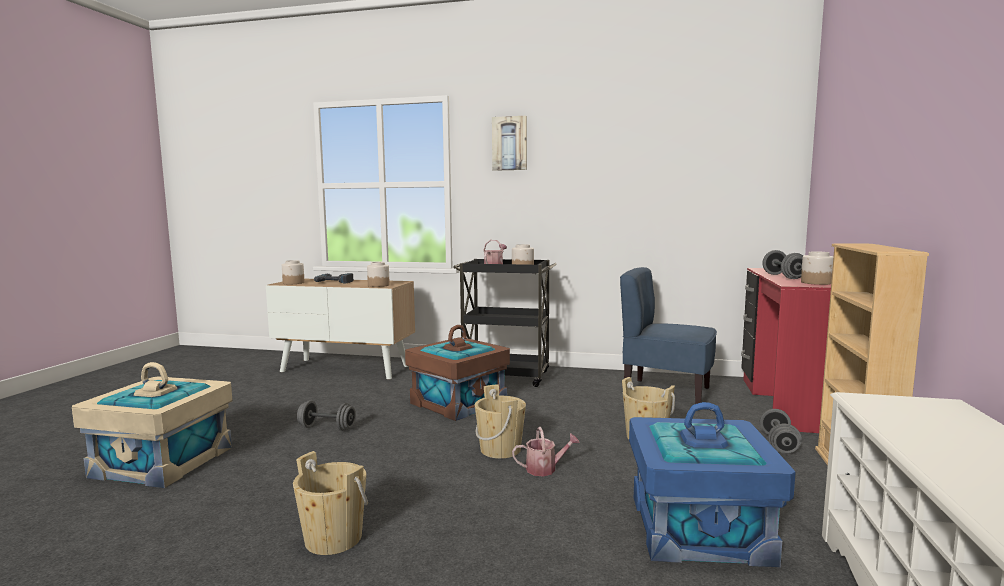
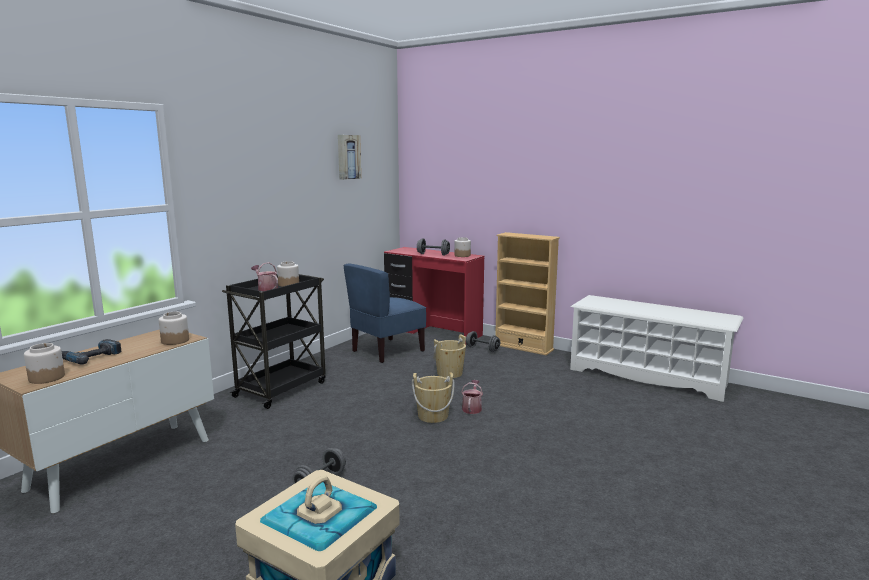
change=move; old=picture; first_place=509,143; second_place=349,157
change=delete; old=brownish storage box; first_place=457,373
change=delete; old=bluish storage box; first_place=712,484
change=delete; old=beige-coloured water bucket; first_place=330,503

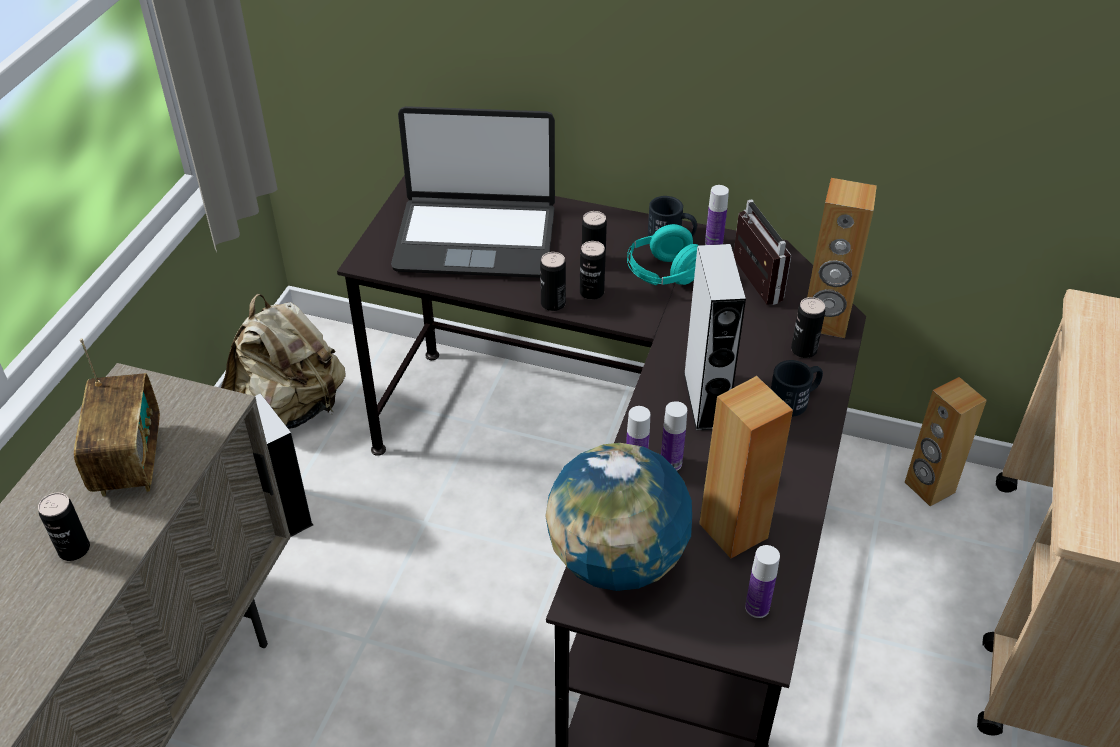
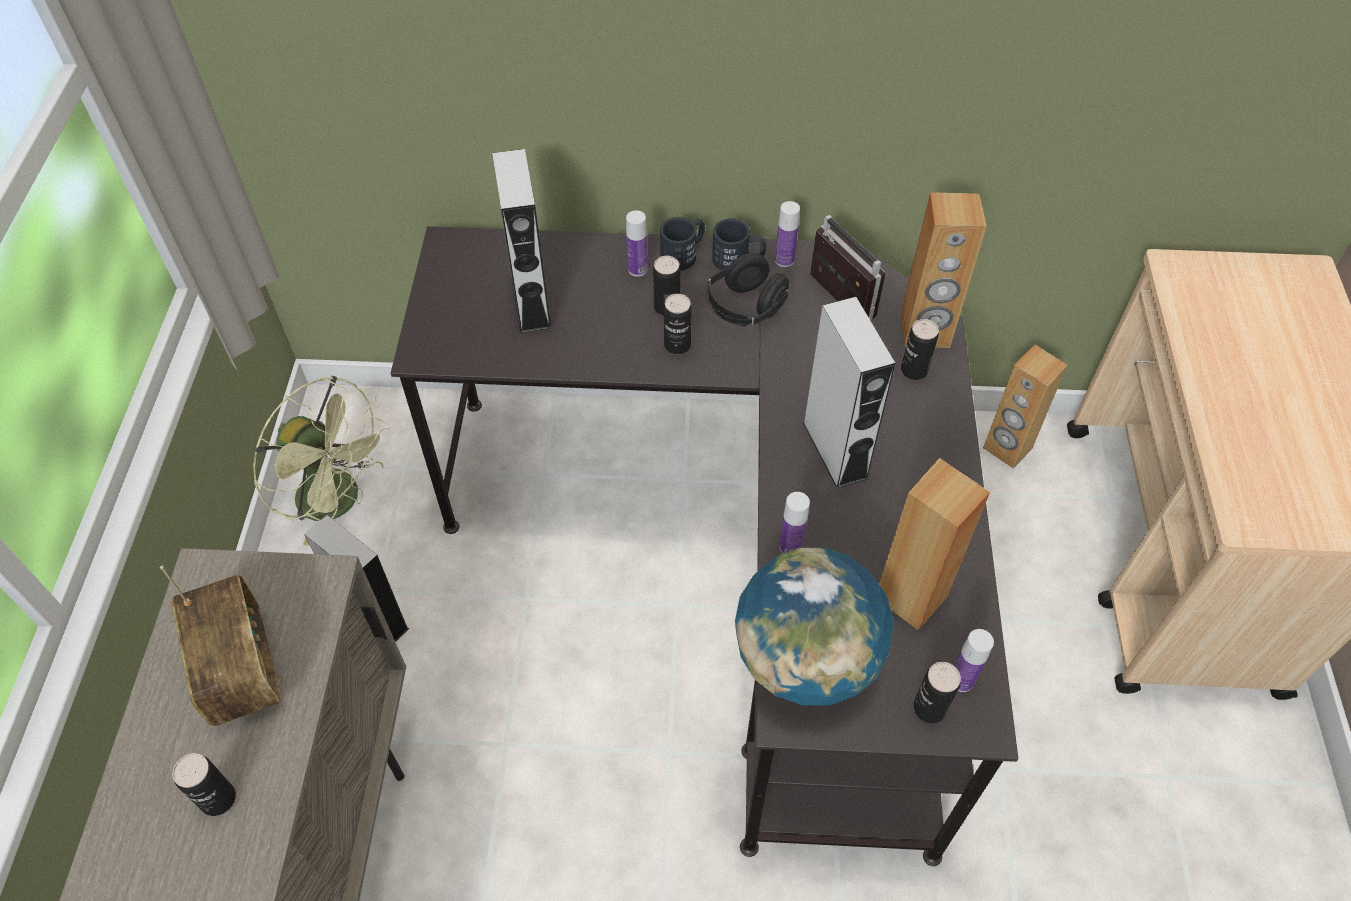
change=replace; old=laptop; new=grey audio speaker; first_place=473,192; second_place=522,241
change=recolor; old=turquoise-coloured headphones; new=black headphones; first_place=662,254; second_place=747,289
change=move; old=can; first_place=553,281; second_place=937,693
change=replace; old=beige-coloured backpack; new=green-coloured electric fan; first_place=283,361; second_place=321,461
change=move; old=black coffee mug; first_place=797,388; second_place=682,244
change=move; old=bottle; first_place=674,436; second_place=636,243

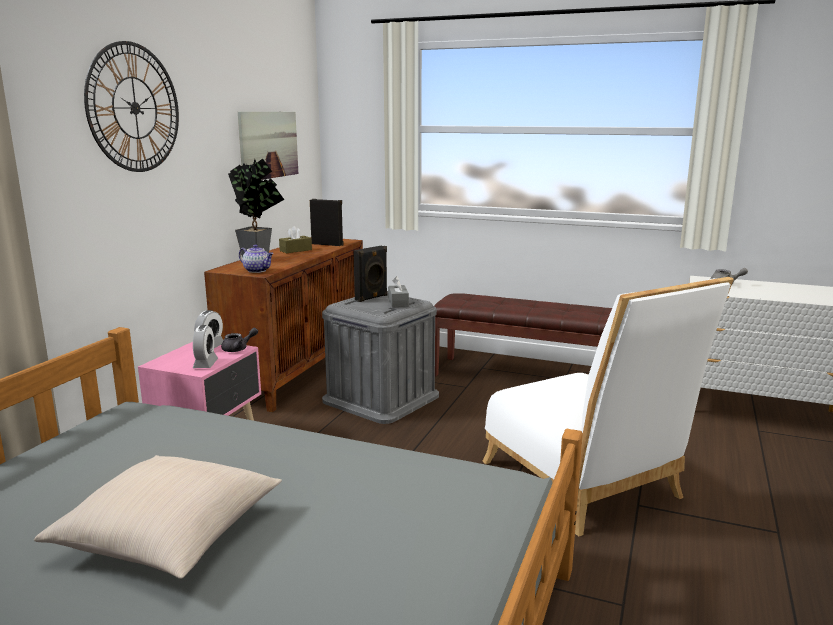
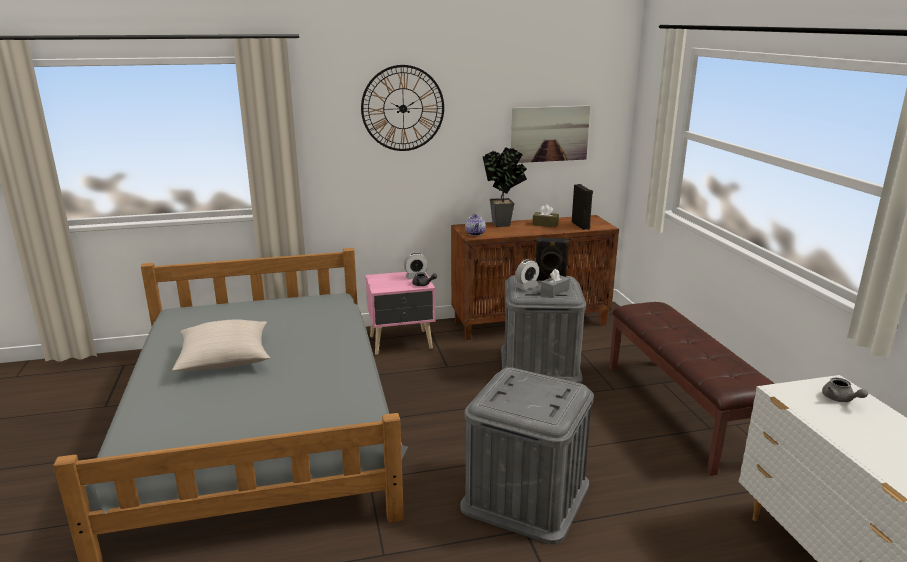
change=replace; old=white-coloured plain chair; new=grey storage box; first_place=608,406; second_place=527,455
change=move; old=table clock; first_place=205,346; second_place=527,274

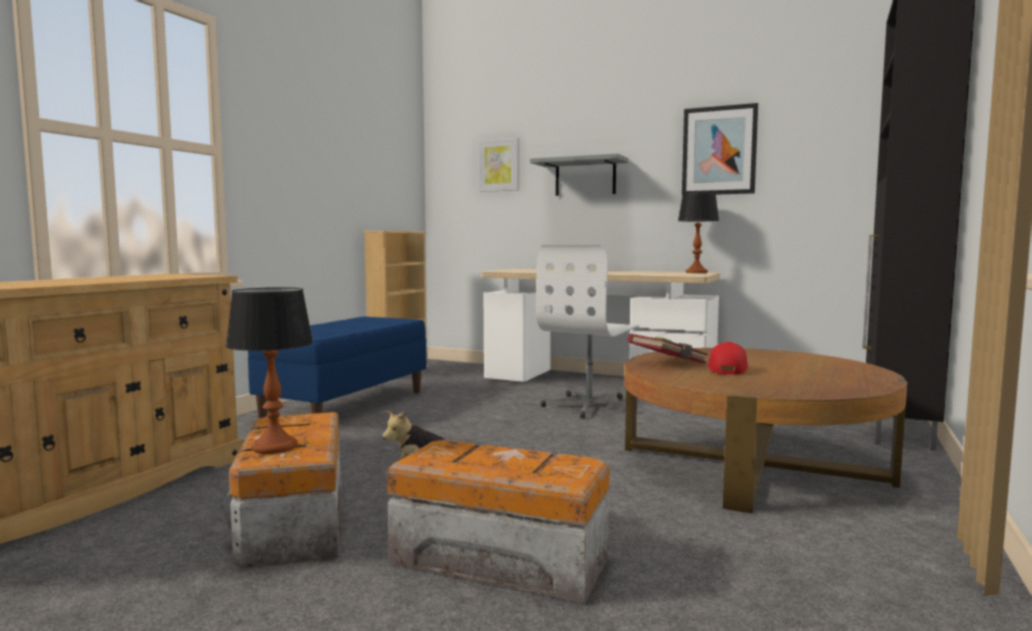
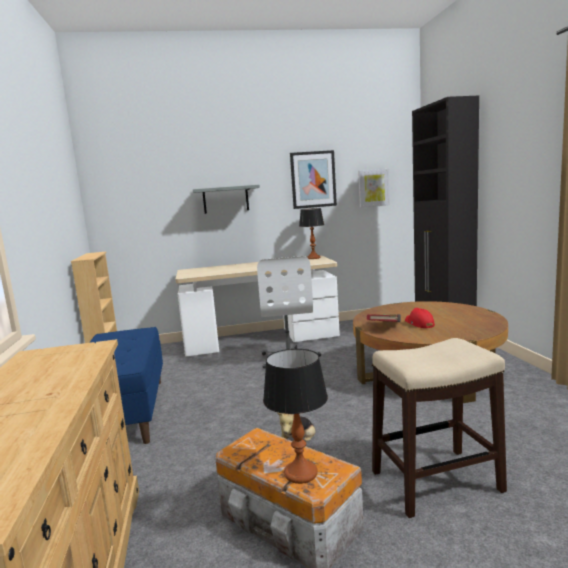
change=move; old=picture; first_place=498,165; second_place=374,188
change=replace; old=storage box; new=stool seat; first_place=498,522; second_place=439,428

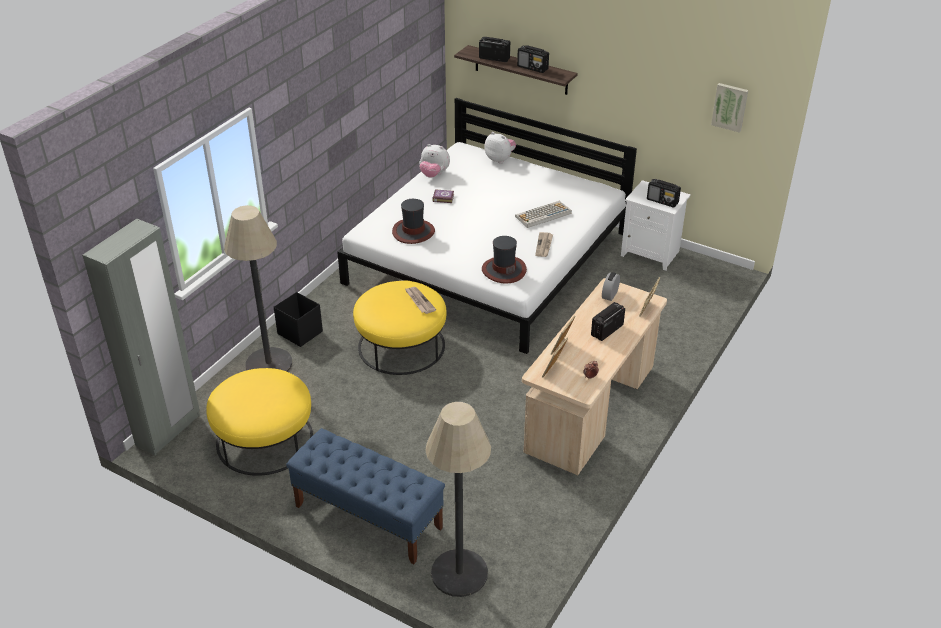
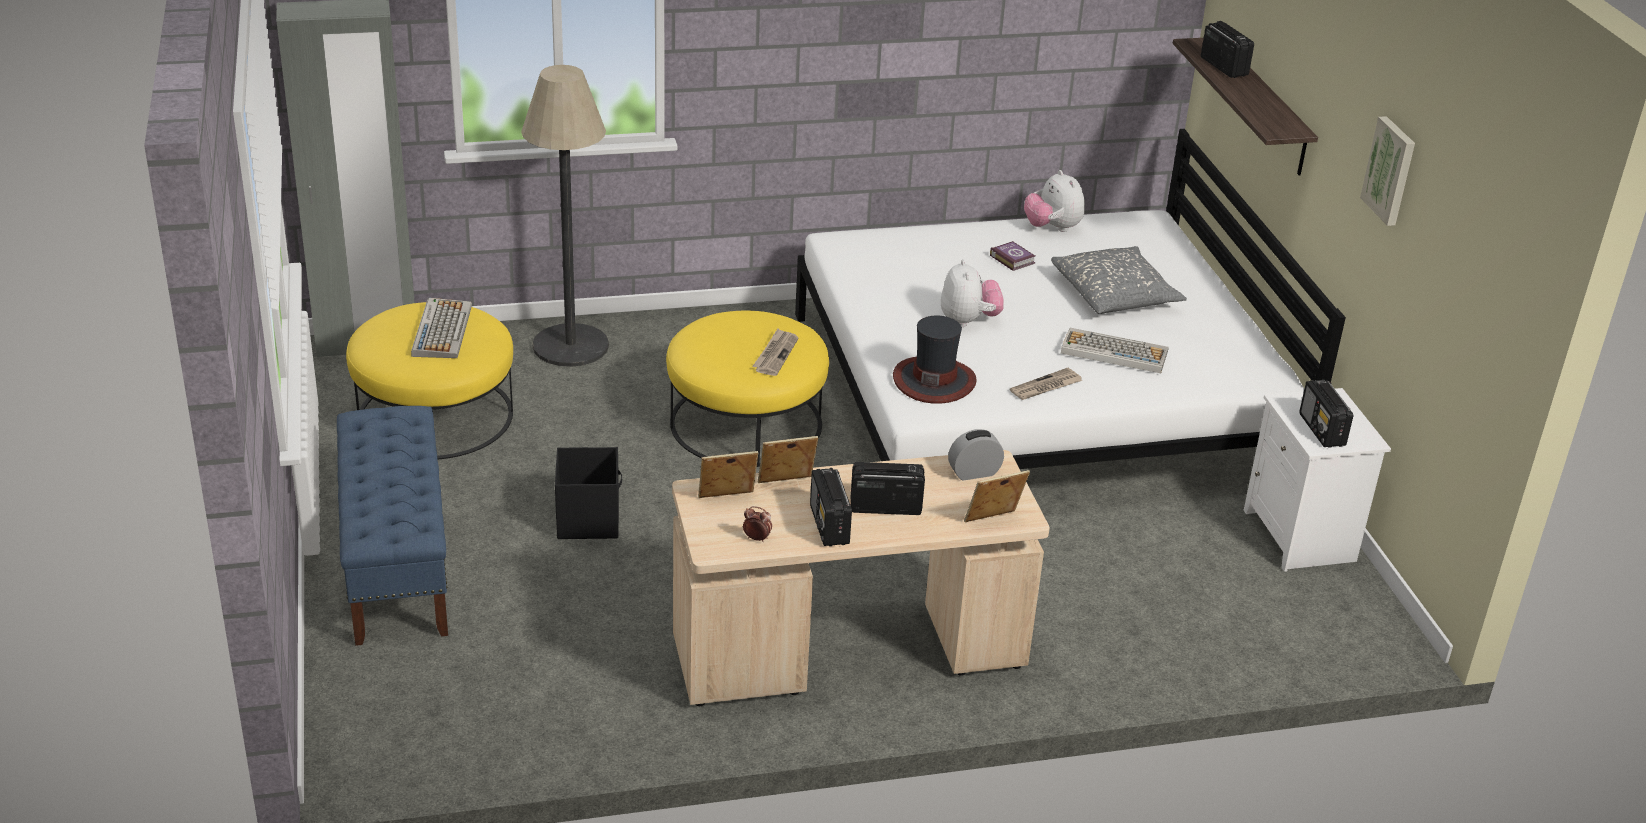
change=move; old=radio set; first_place=533,59; second_place=831,507
change=move; old=picture; first_place=729,108; second_place=1387,171
change=move; old=plush toy; first_place=500,148; second_place=972,293
change=delete; old=wearable hat; first_place=413,221
change=move; old=black storage box; first_place=298,319; second_place=588,493
change=delete; old=standing lamp; first_place=458,499
change=insert; new=grey cushion; second_place=1119,280
change=insert; new=keyboard; second_place=441,328

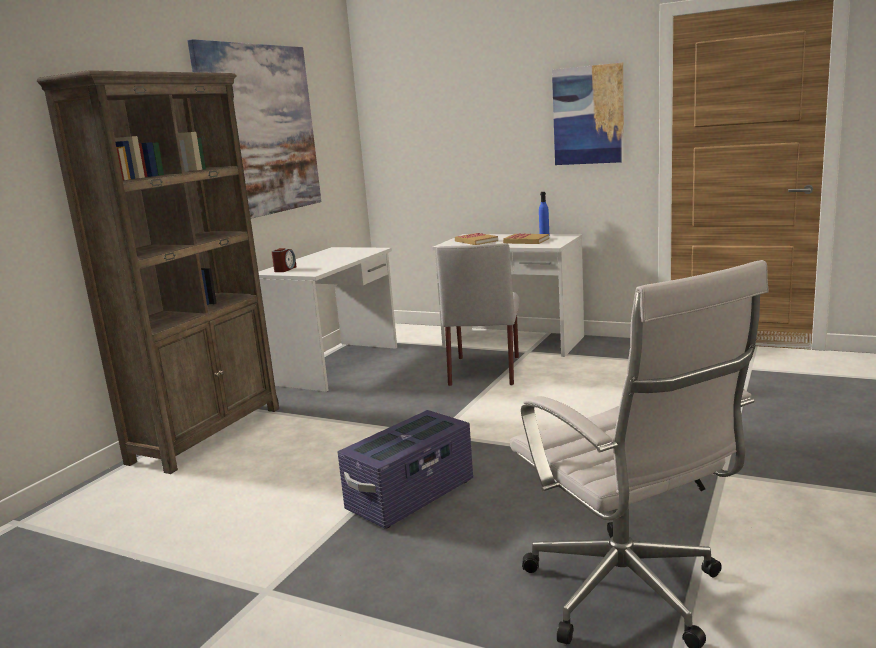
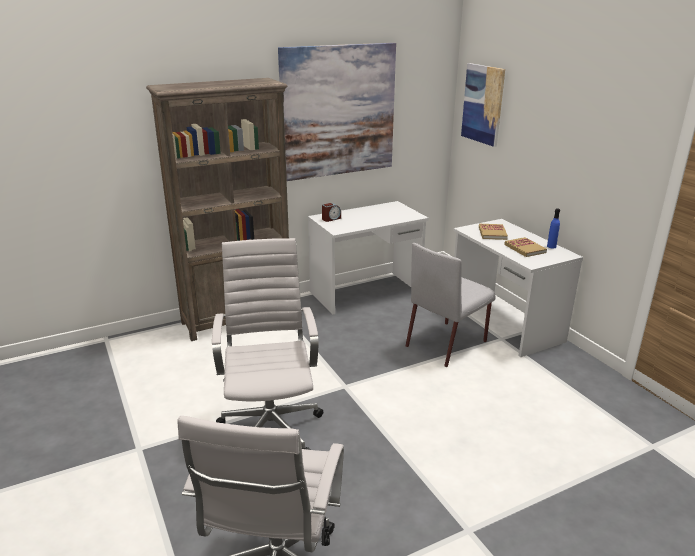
change=move; old=picture; first_place=588,114; second_place=483,105
change=replace; old=purple-coloured storage box; new=white-coloured desk chair; first_place=405,469; second_place=267,344

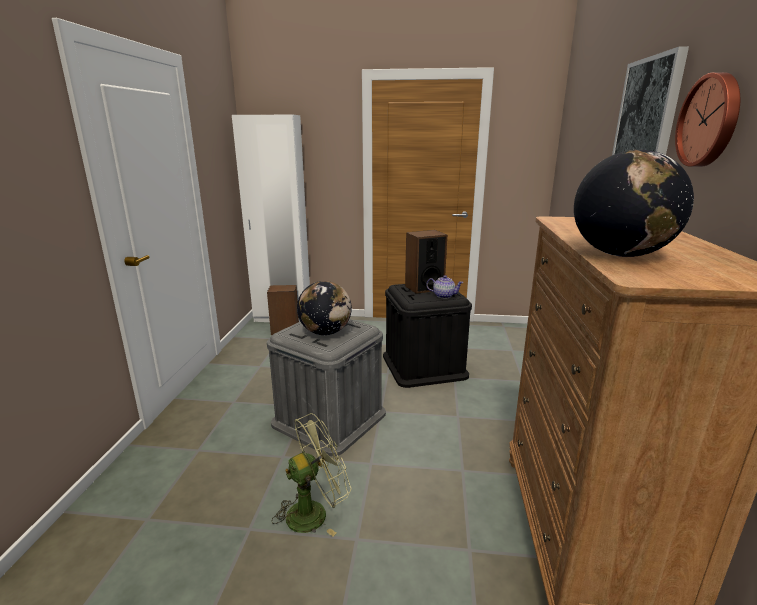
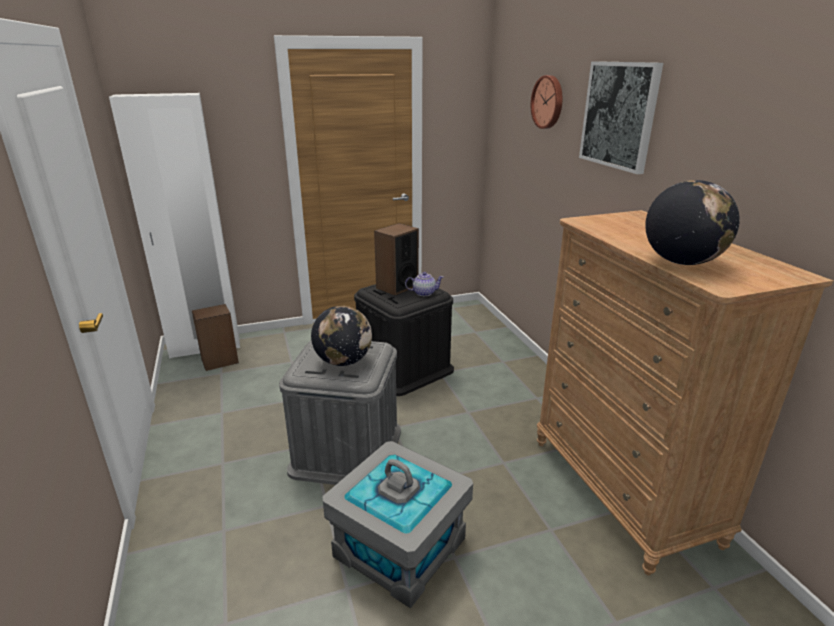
change=move; old=hanging clock; first_place=707,119; second_place=546,102
change=replace; old=green-coloured electric fan; new=grey storage box; first_place=312,474; second_place=398,525

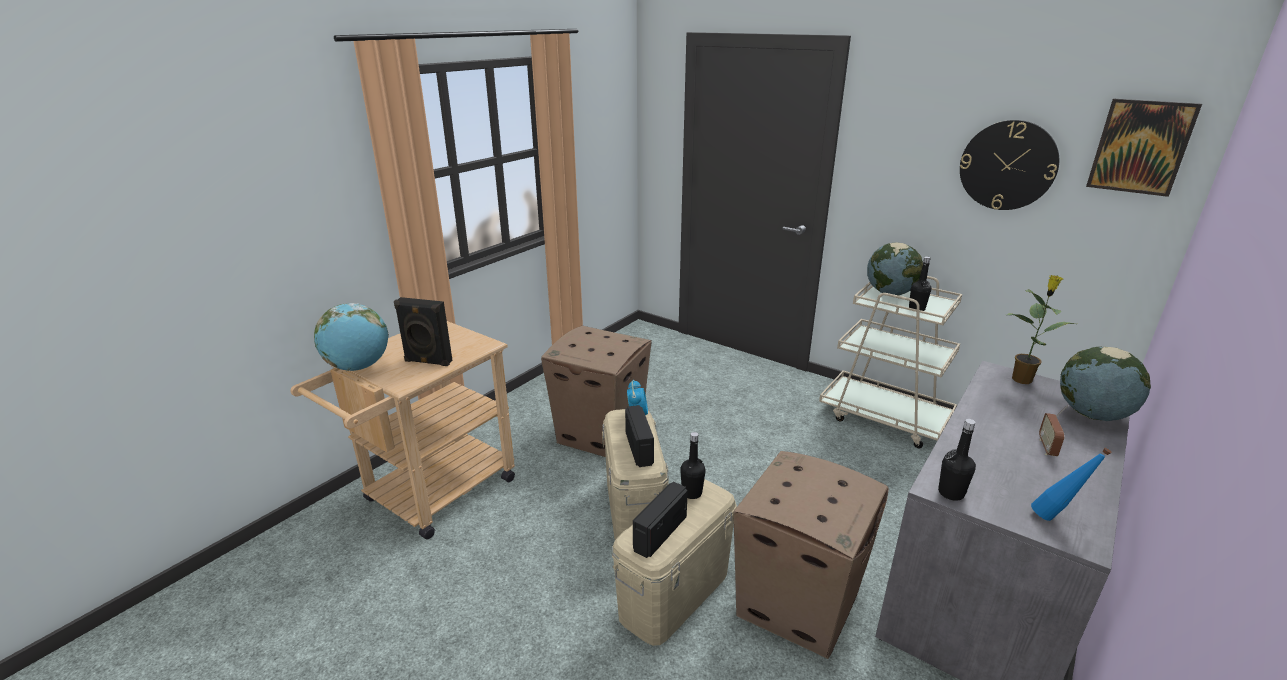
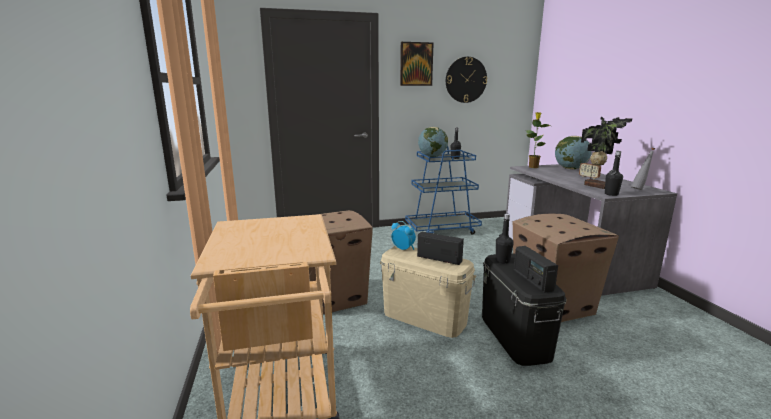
change=move; old=picture; first_place=1144,148; second_place=417,64
change=recolor; old=beige-coloured wheeled cart; new=bluish wheeled cart; first_place=890,362; second_place=443,190
change=delete; old=black audio speaker; first_place=423,331
change=delete; old=desk globe; first_place=351,337
change=recolor; old=bluish bottle; new=grey bottle; first_place=1071,484; second_place=643,169
change=recolor; old=beige-coloured storage box; new=black storage box; first_place=674,562; second_place=524,309
change=insert; new=potted plant; second_place=606,153

